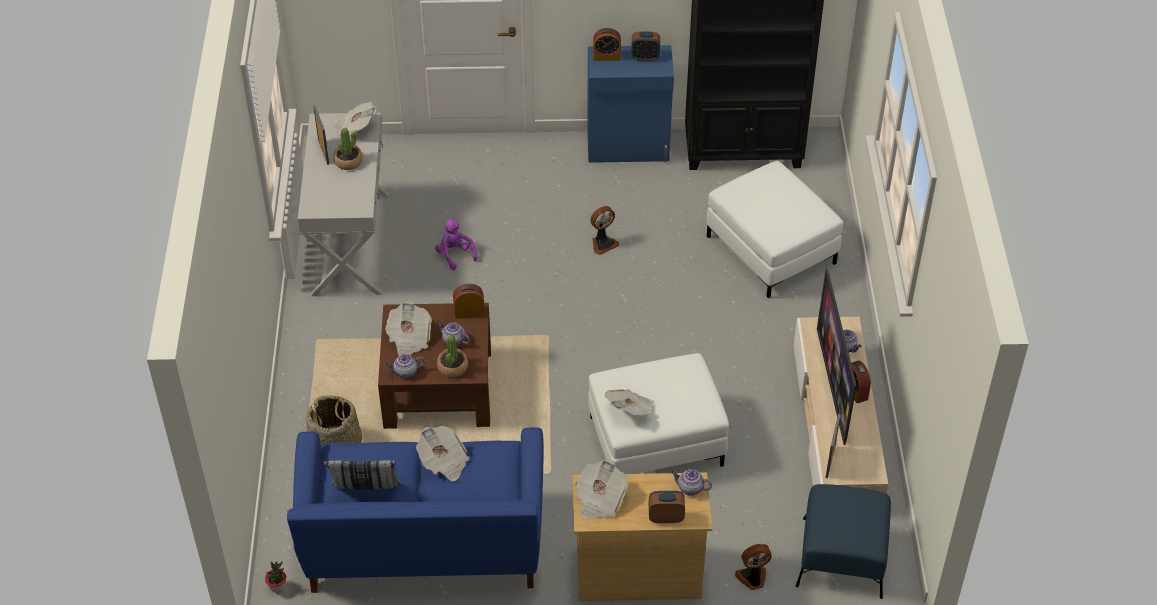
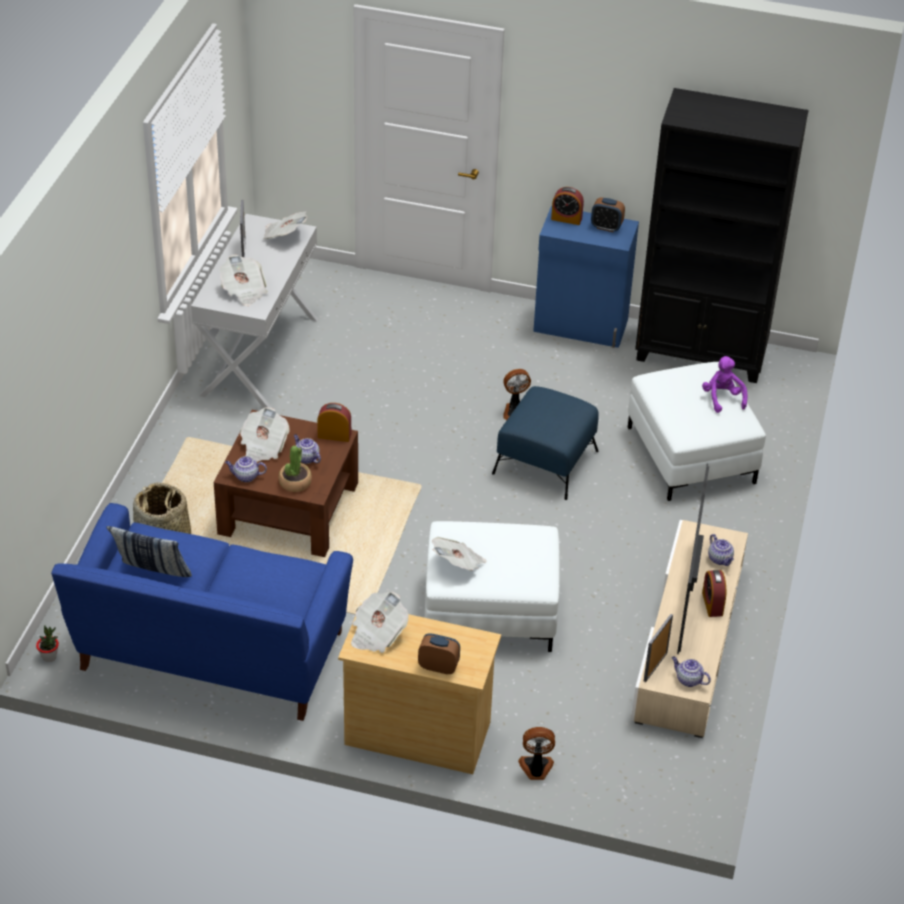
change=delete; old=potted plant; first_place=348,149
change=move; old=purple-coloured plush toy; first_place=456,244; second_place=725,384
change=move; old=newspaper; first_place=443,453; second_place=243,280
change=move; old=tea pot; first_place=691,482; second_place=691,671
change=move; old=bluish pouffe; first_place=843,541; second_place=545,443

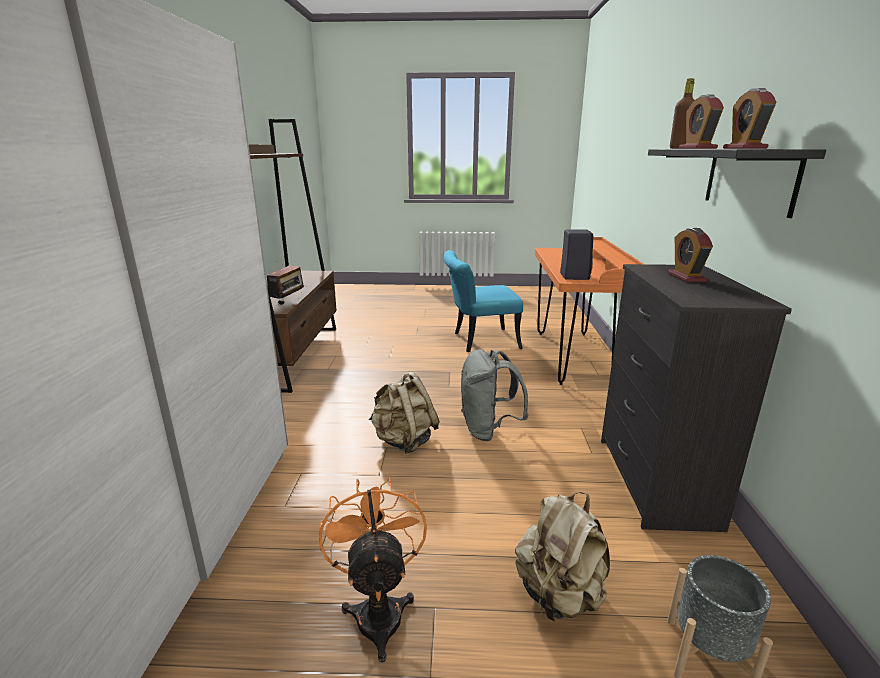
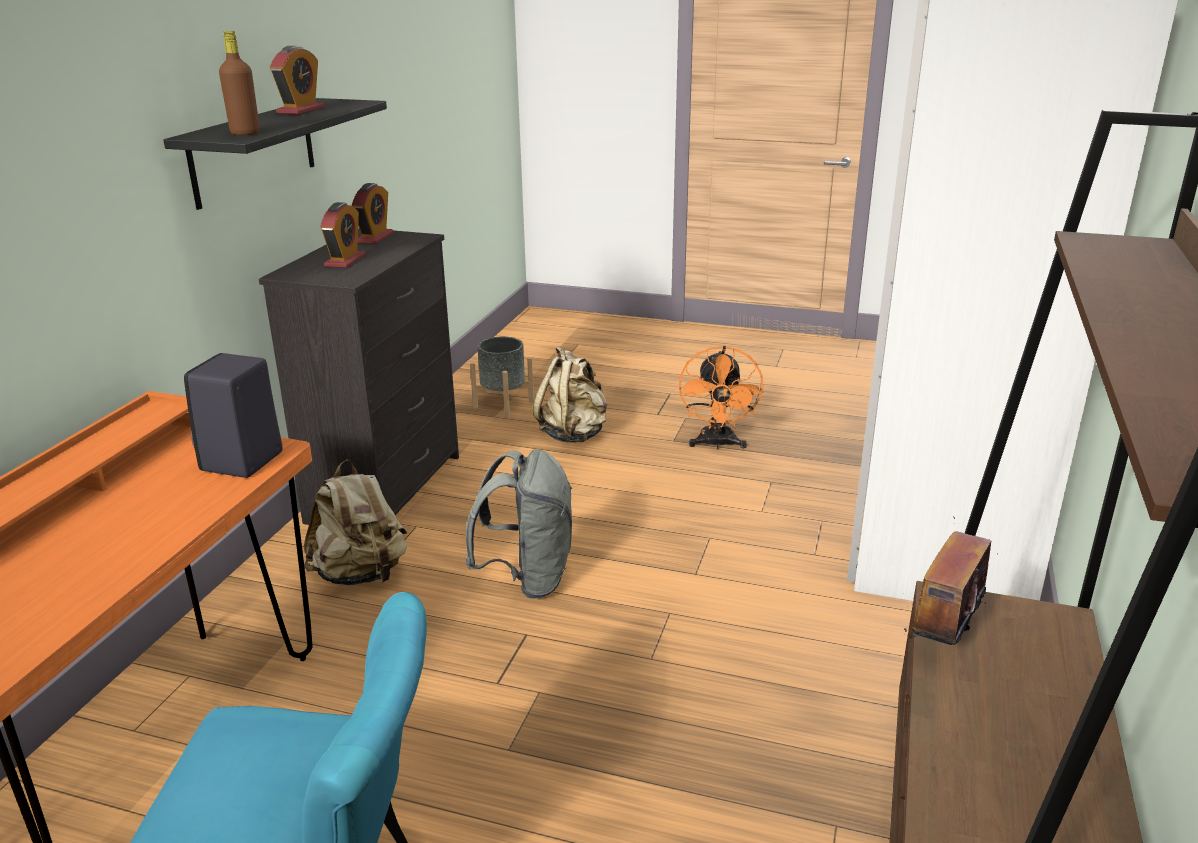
change=move; old=table clock; first_place=701,121; second_place=373,213
change=move; old=beige-coloured backpack; first_place=404,412; second_place=355,522

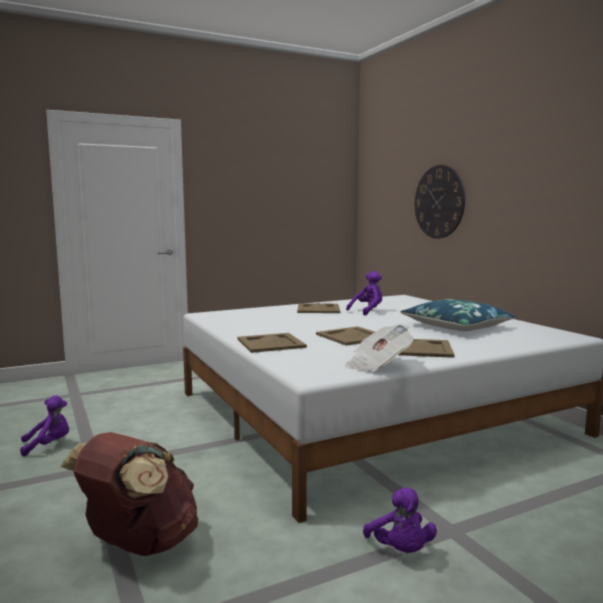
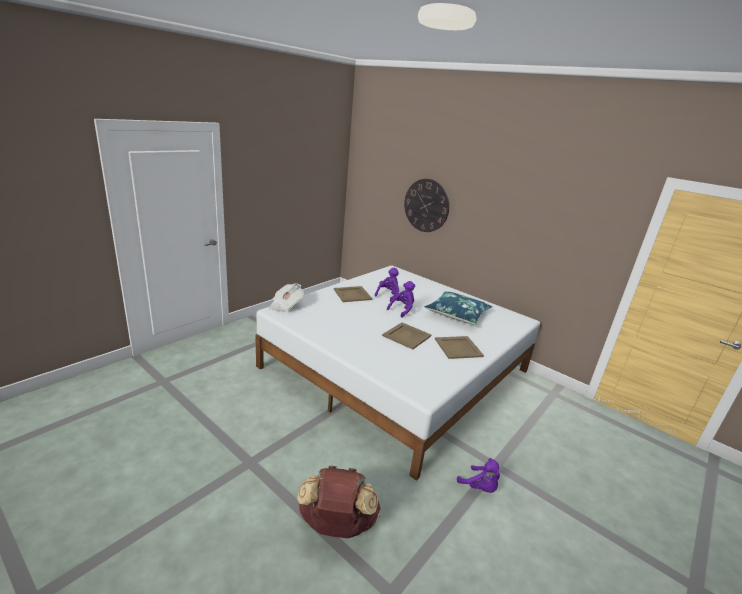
change=move; old=newspaper; first_place=379,348; second_place=286,297
change=delete; old=beige-coloured tray; first_place=272,343
change=move; old=purple-coloured plush toy; first_place=44,425; second_place=401,299

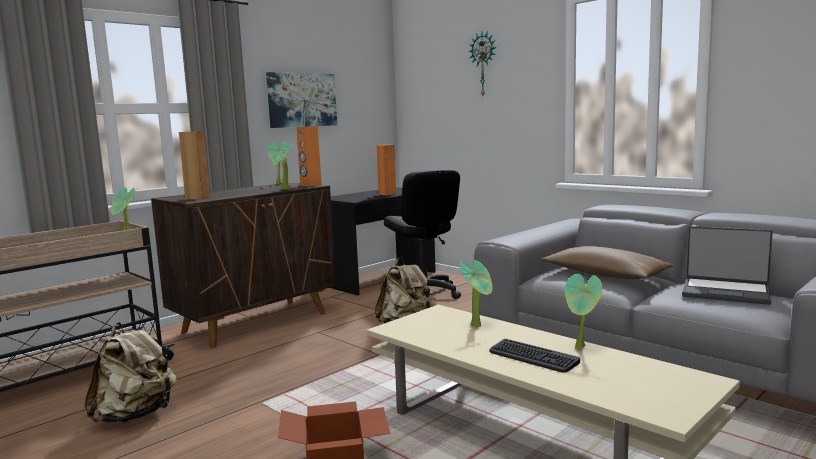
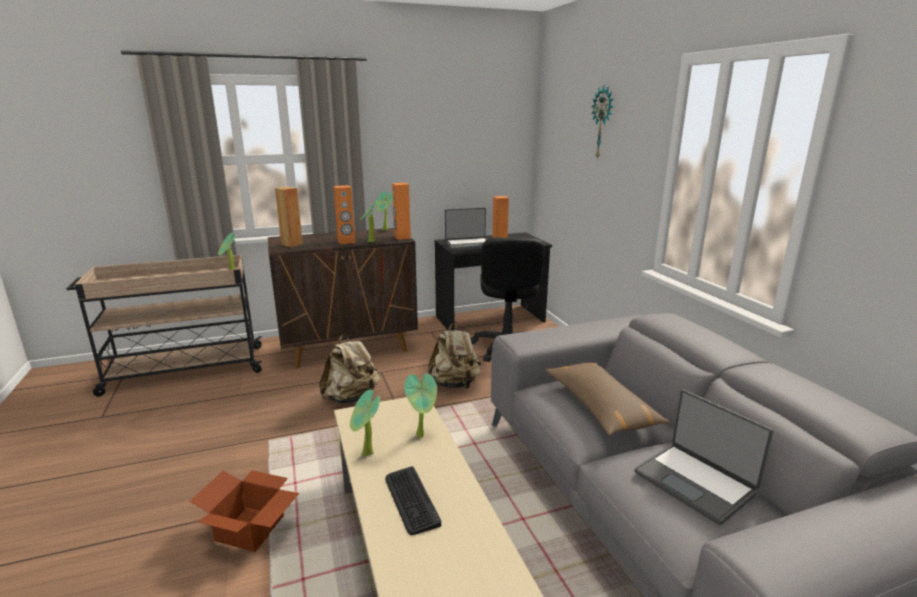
change=delete; old=picture; first_place=301,100
change=move; old=potted plant; first_place=584,312; second_place=365,423
change=move; old=beige-coloured backpack; first_place=130,372; second_place=349,369
change=insert; new=orangey audio speaker; second_place=344,214
change=insert; new=laptop; second_place=466,229

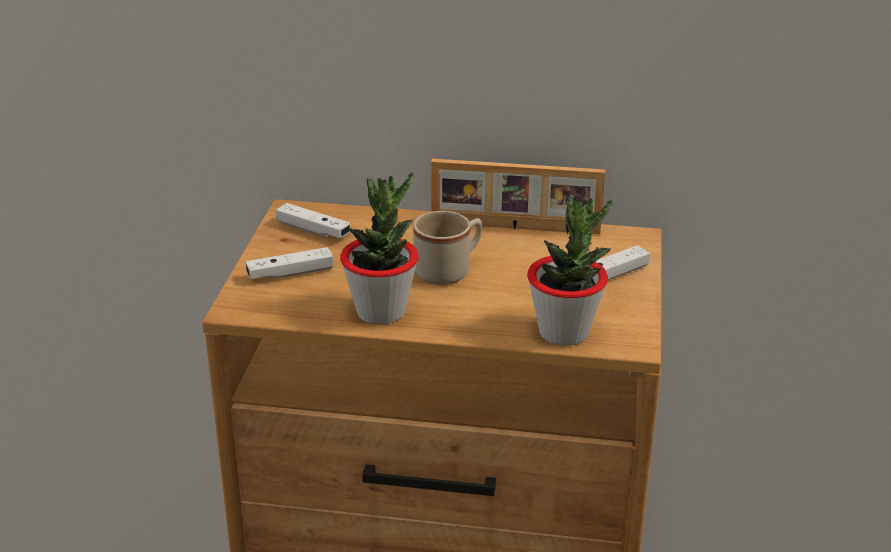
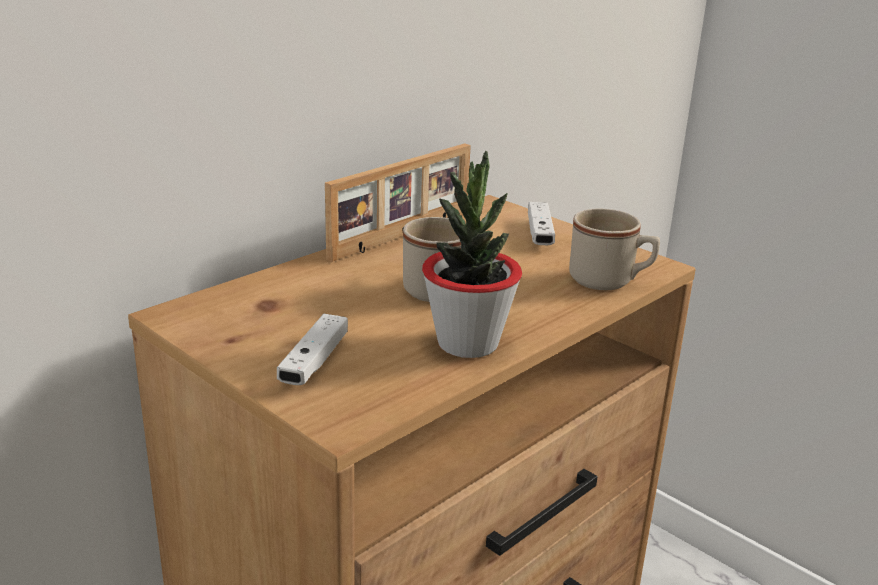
change=replace; old=potted plant; new=beige-coloured coffee mug; first_place=570,270; second_place=614,249
change=delete; old=white-coloured joypad; first_place=313,220

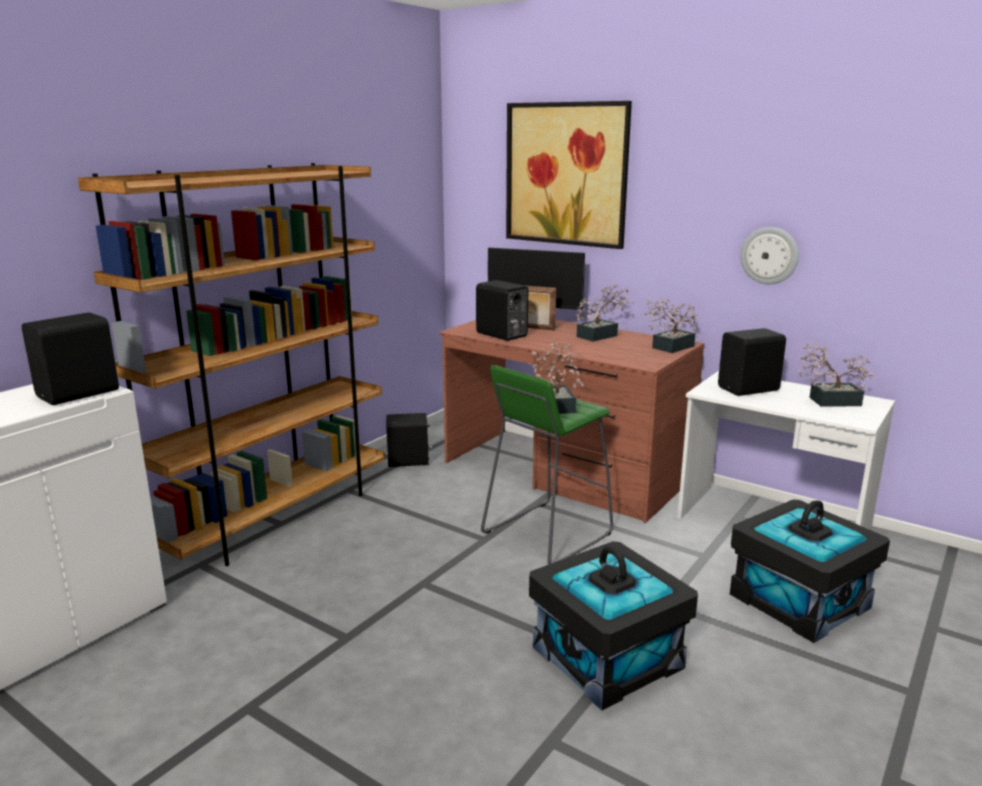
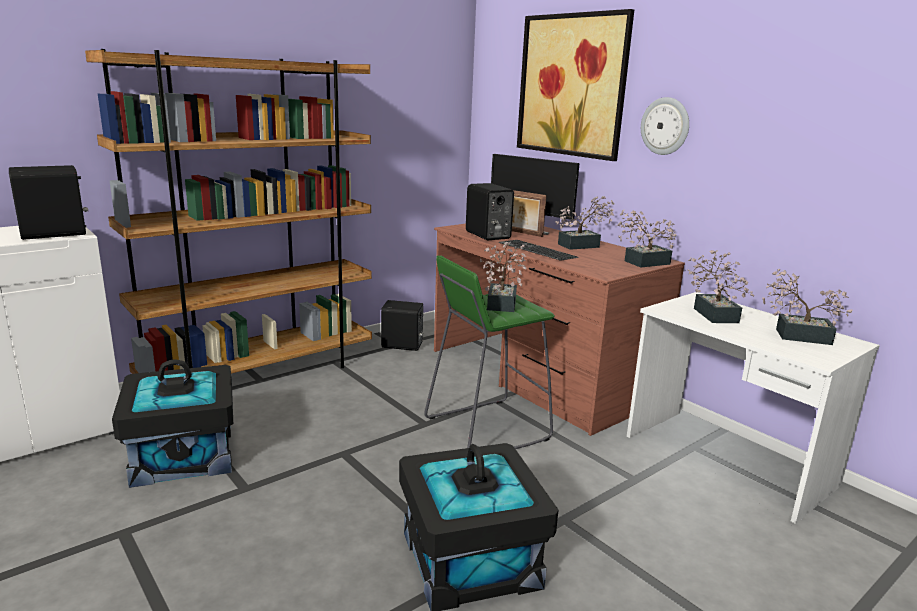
change=move; old=hanging clock; first_place=769,255; second_place=665,126
change=replace; old=black audio speaker; new=potted plant; first_place=752,362; second_place=720,286
change=move; old=black storage box; first_place=810,571; second_place=172,424
change=insert; new=keyboard; second_place=539,250

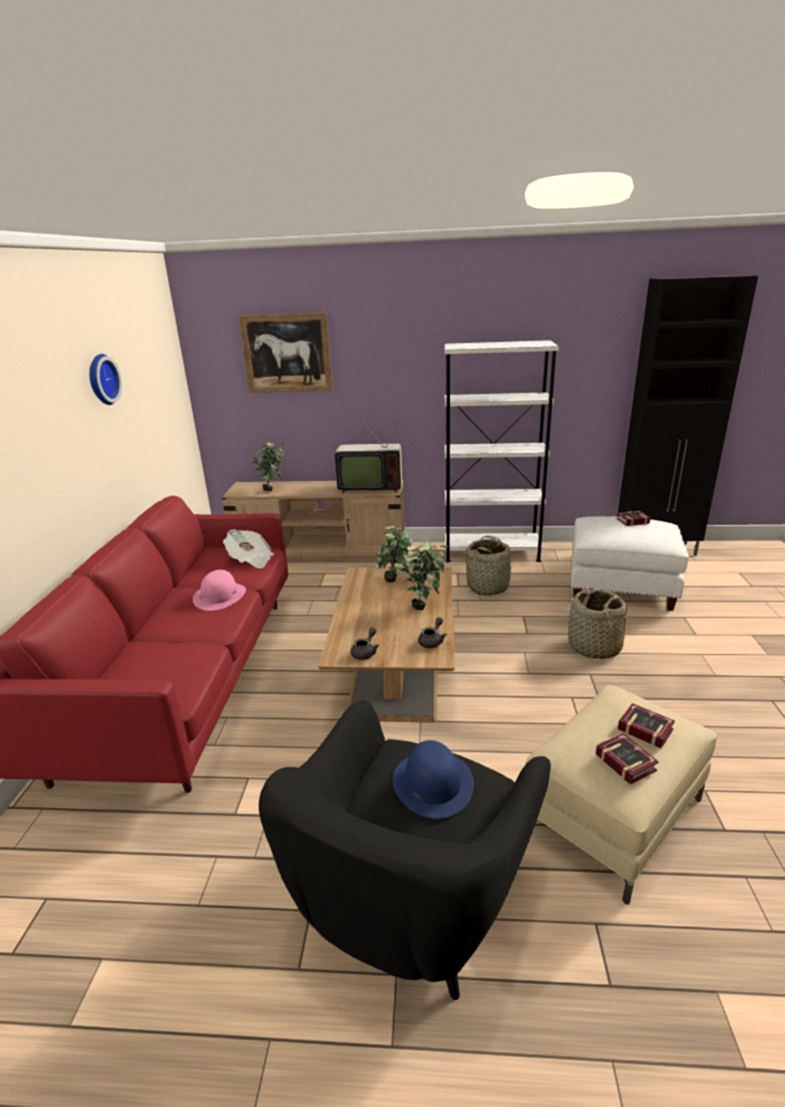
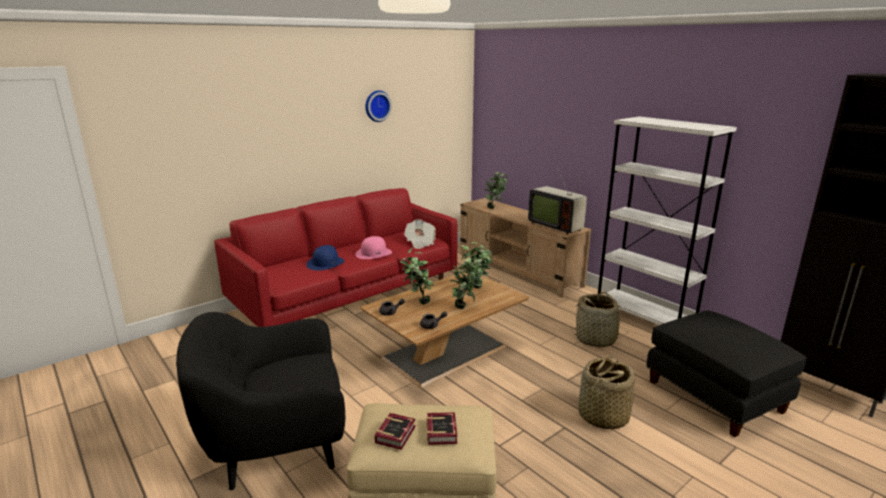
change=delete; old=picture; first_place=285,352
change=delete; old=volume; first_place=633,518
change=recolor; old=white-coloured pouffe; new=black pouffe; first_place=630,563; second_place=726,374
change=move; old=bluish wearable hat; first_place=433,779; second_place=325,258
change=insert; new=potted plant; second_place=416,276

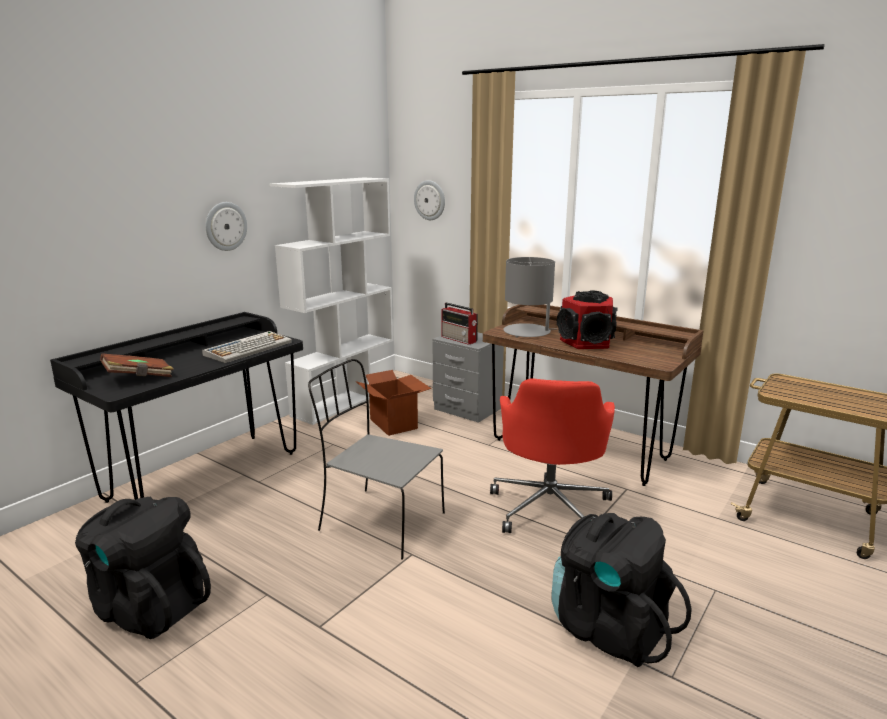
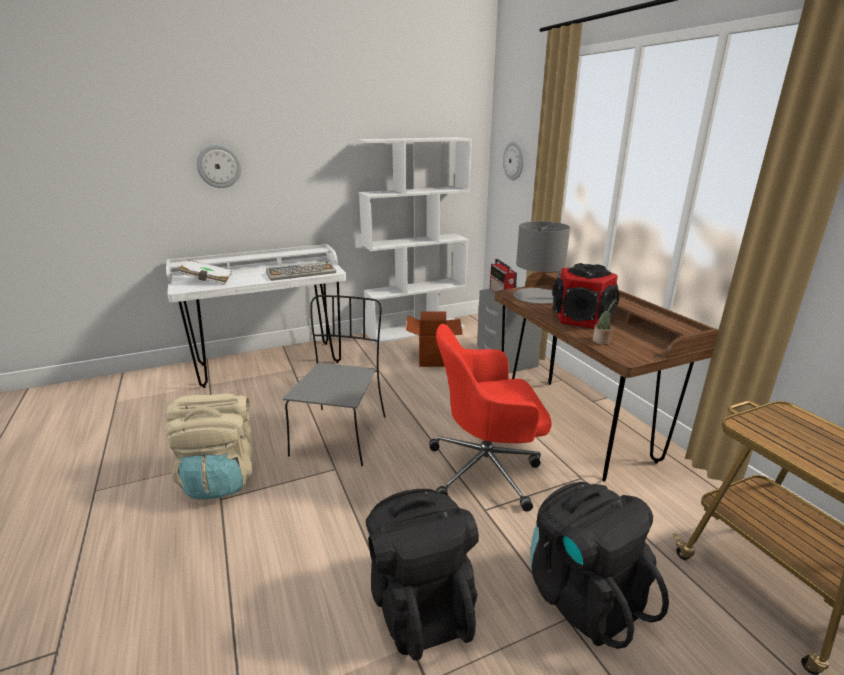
change=move; old=hanging clock; first_place=226,226; second_place=218,166
change=recolor; old=black desk unit; new=white-coloured desk unit; first_place=176,407; second_place=256,316
change=recolor; old=brownish volume; new=white-coloured volume; first_place=136,365; second_place=205,272
change=rotate; old=grey plain chair; first_place=376,459; second_place=334,380; degrees=45
change=rotate; old=reddish desk chair; first_place=552,455; second_place=490,418; degrees=45
change=move; old=black backpack; first_place=143,567; second_place=599,565
change=insert; new=potted plant; second_place=605,322
change=insert; new=beige-coloured backpack; second_place=209,446

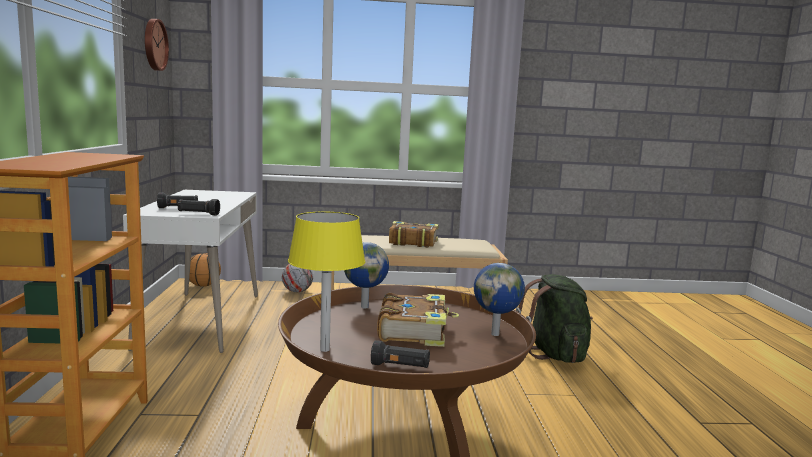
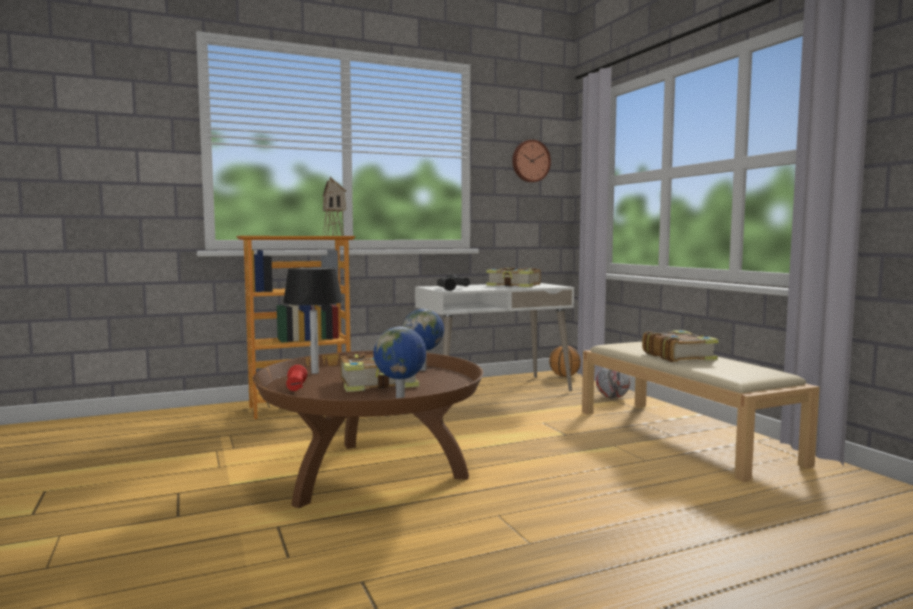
change=recolor; old=yellow table lamp; new=black table lamp; first_place=326,282; second_place=313,320
change=delete; old=green-coloured backpack; first_place=554,318
change=recolor; old=black hand torch; new=reddish hand torch; first_place=400,354; second_place=296,378
change=insert; new=miniature house; second_place=334,206
change=insert; new=volume; second_place=513,277

